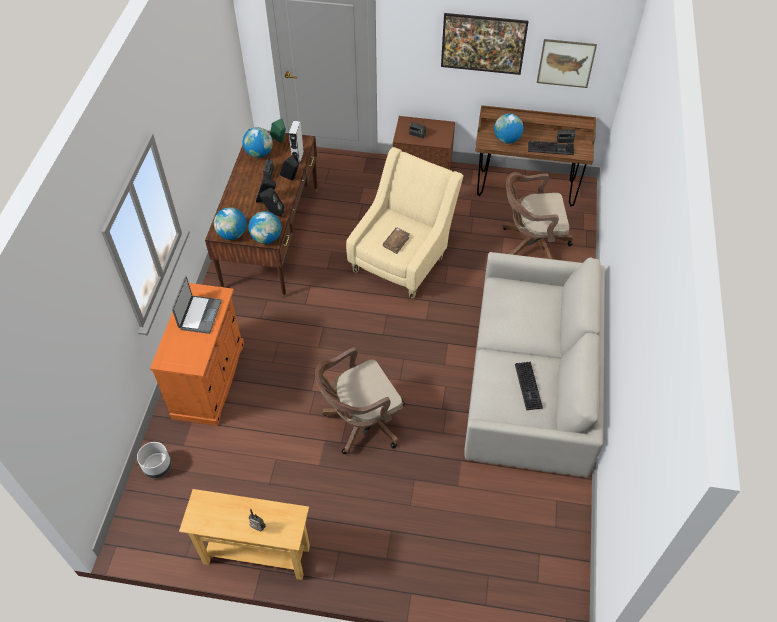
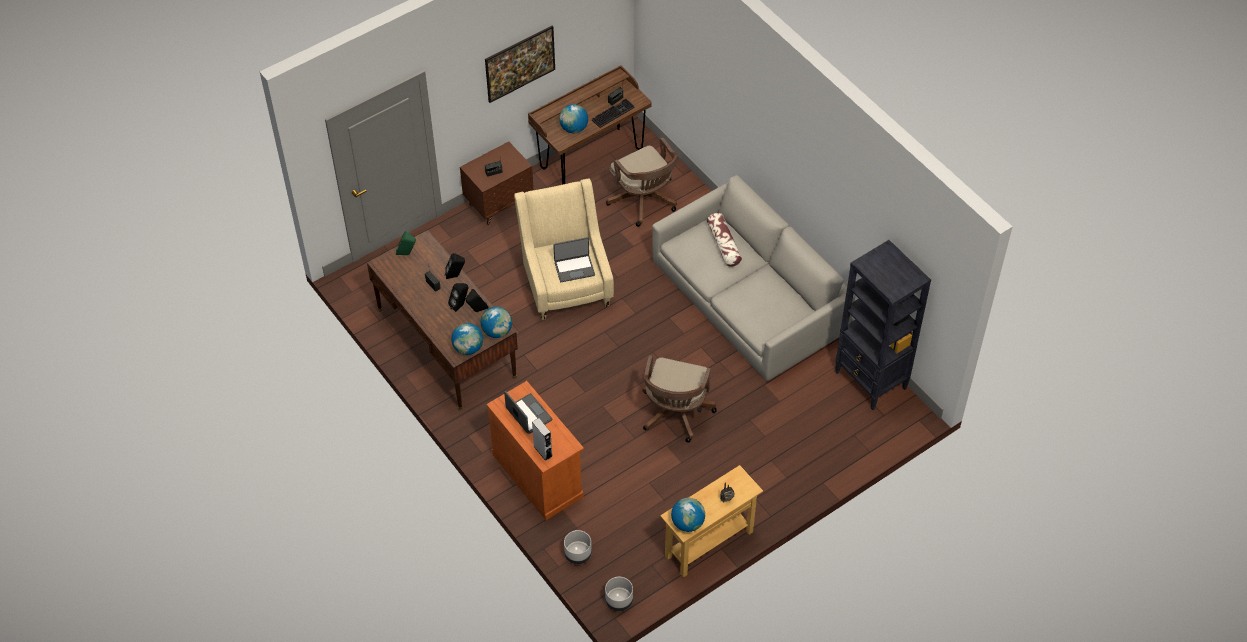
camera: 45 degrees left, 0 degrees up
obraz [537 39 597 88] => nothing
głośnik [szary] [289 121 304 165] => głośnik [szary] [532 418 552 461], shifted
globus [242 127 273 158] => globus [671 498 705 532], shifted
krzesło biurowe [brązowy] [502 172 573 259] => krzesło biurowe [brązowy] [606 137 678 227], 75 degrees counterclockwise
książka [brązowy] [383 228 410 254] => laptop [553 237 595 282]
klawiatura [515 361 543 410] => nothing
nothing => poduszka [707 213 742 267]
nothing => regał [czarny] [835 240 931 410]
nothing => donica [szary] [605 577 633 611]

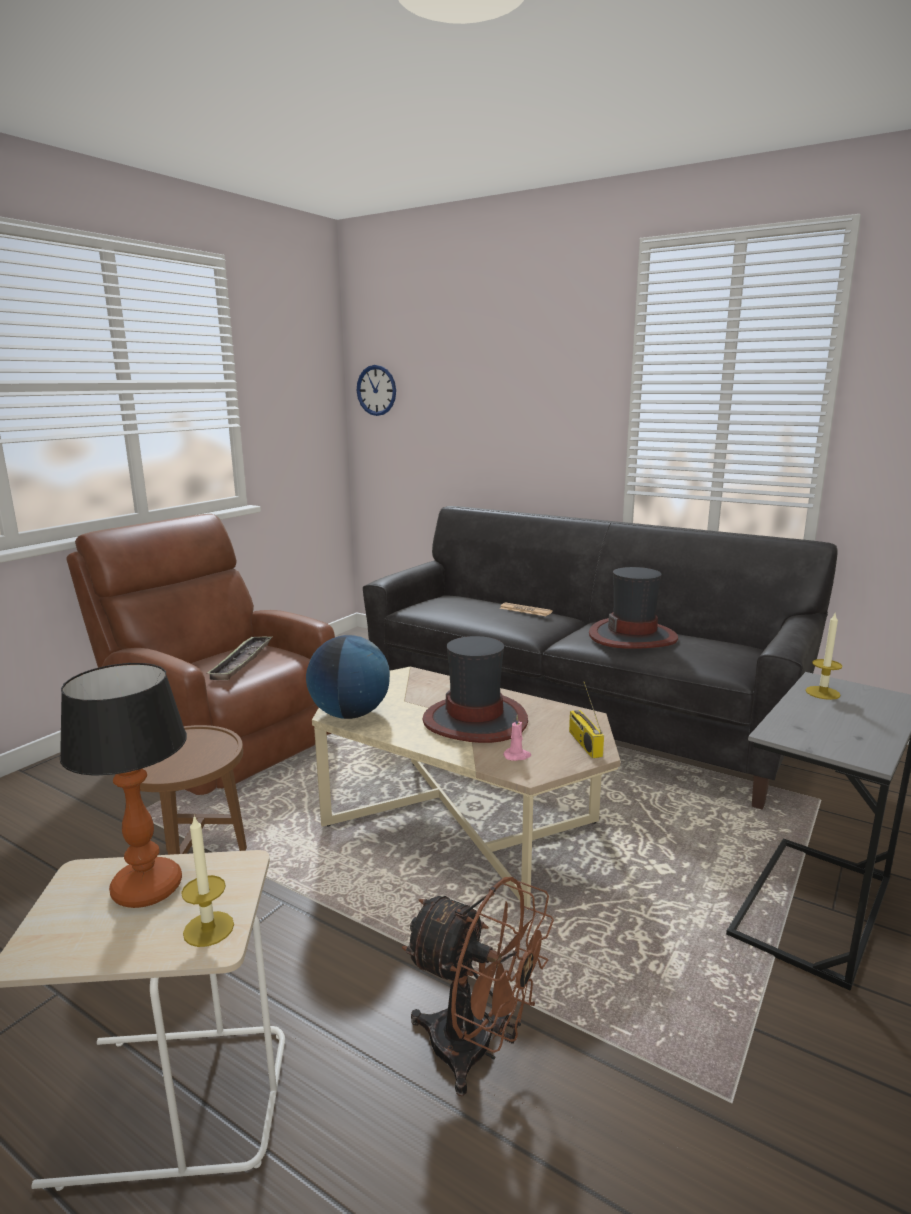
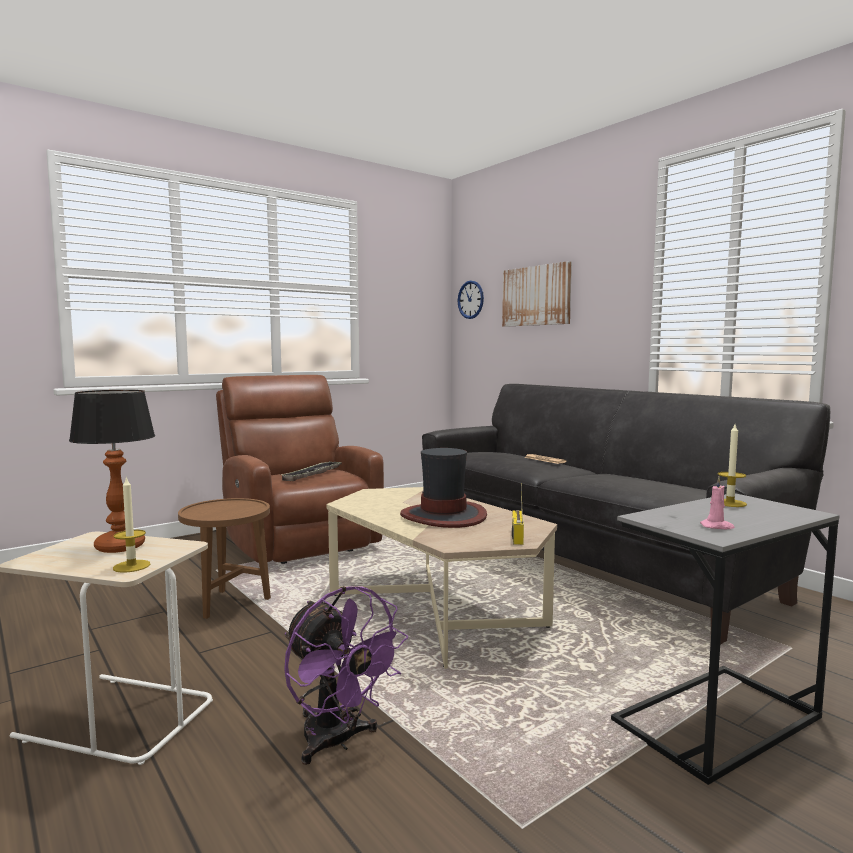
camera: 20 degrees right, 10 degrees down
kapelusz [589 567 678 649] => nothing
globus [306 635 390 719] => nothing
świeca [różowy] [503 715 531 761] => świeca [różowy] [700 476 735 529], shifted
wentylator [brązowy] [402 877 554 1096] => wentylator [fioletowy] [284 586 408 765]
nothing => obraz [502 261 572 327]

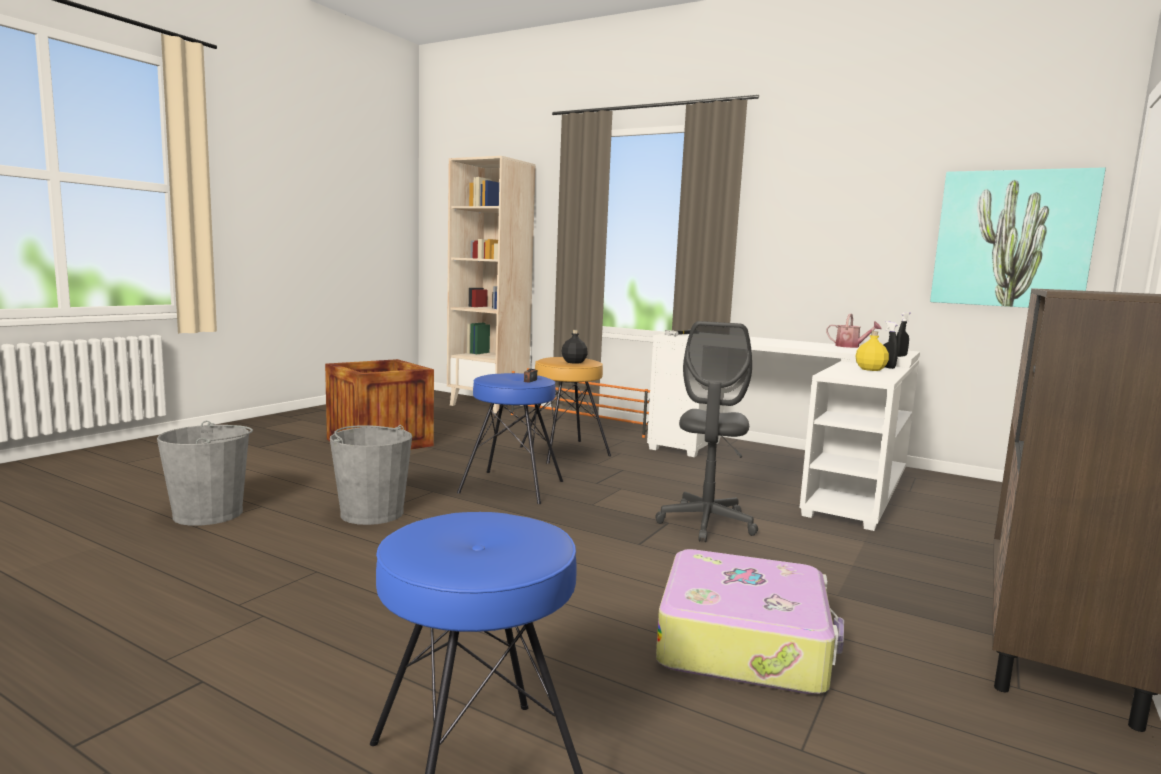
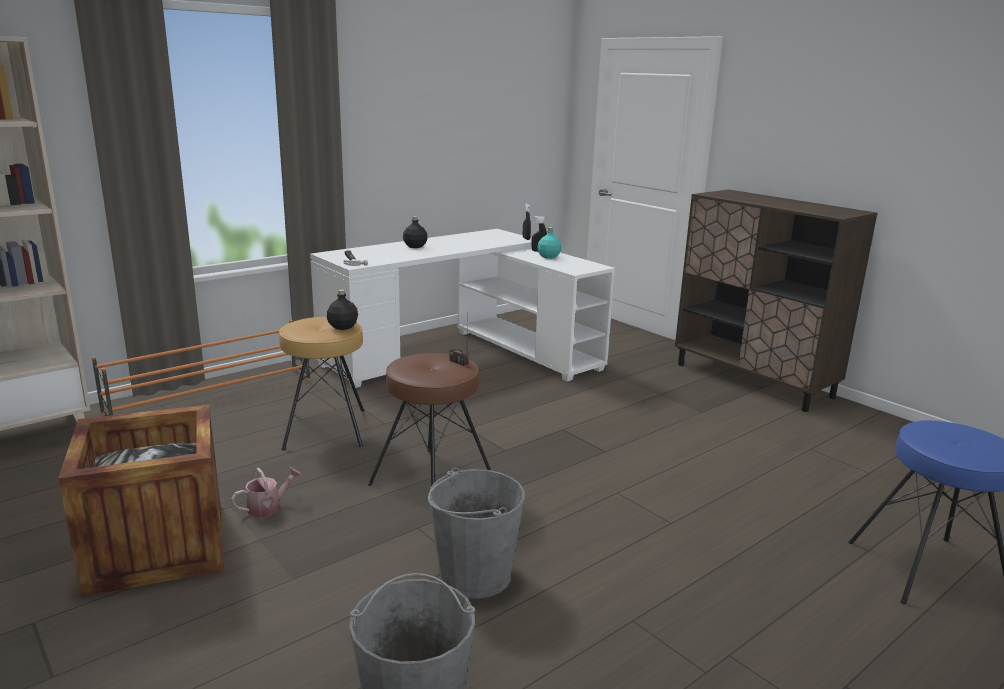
camera: 70 degrees left, 10 degrees up
obraz [930 168 1106 308] => nothing
konewka [826 314 881 348] => konewka [231 467 301 518], shifted
krzesło biurowe [szary] [655 321 758 542] => nothing
butelka [żółty] [855 331 889 371] => butelka [turkusowy] [537 227 561 259]
stołek [niebieski] [457 373 563 504] => stołek [brązowy] [368 353 491 486]
walizka [656 549 844 694] => nothing
nothing => butelka [czarny] [403 216 428 248]

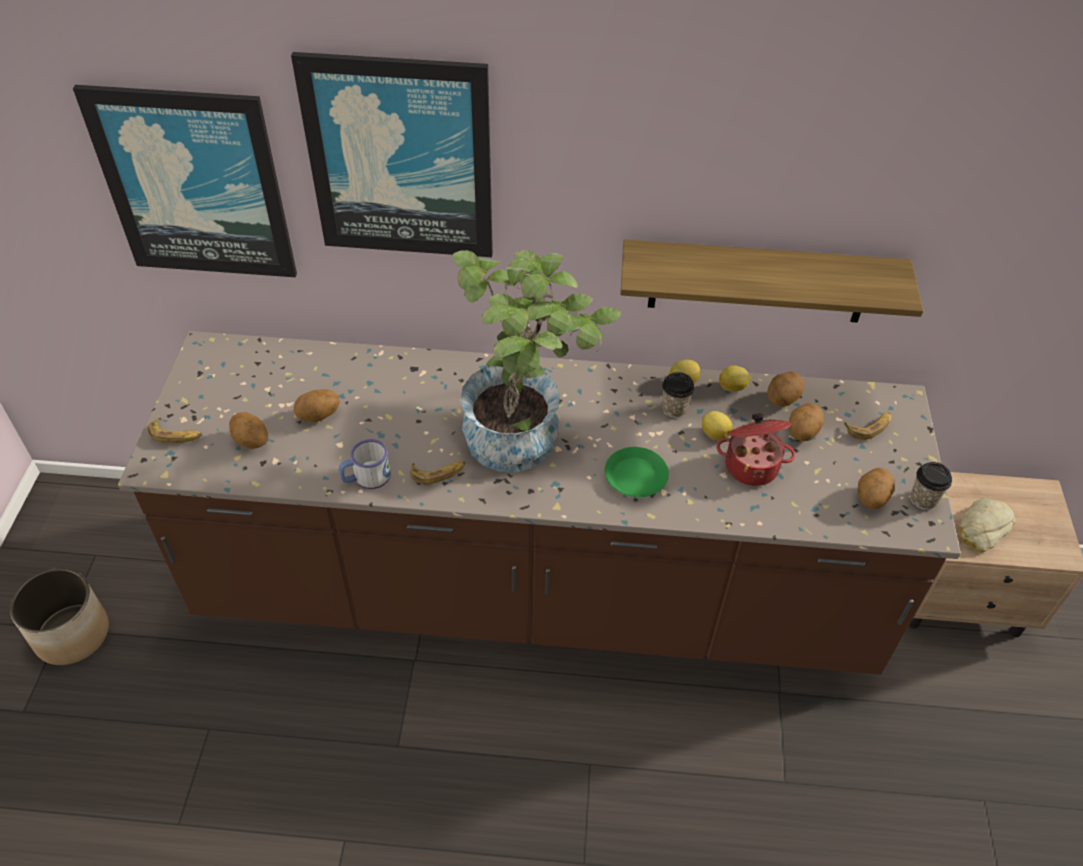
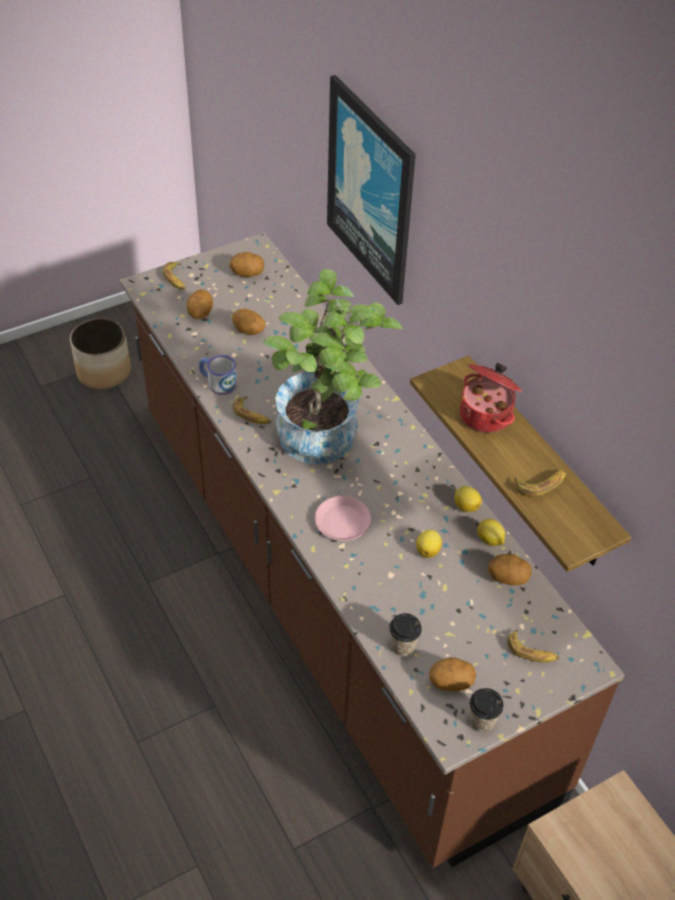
camera: 55 degrees right, 0 degrees up
obraz [73 85 297 277] => nothing
filiżanka [662 372 695 418] => filiżanka [389 613 422 657], shifted
ziemniak [789 403 824 441] => ziemniak [230 252 265 277], shifted
garnek [716 413 796 486] => garnek [460 363 522 433], shifted
talerz [zielony] [605 447 669 497] => talerz [różowy] [315 496 371 541]
chleb [959 498 1015 552] => nothing
nothing => banan [515 470 566 497]

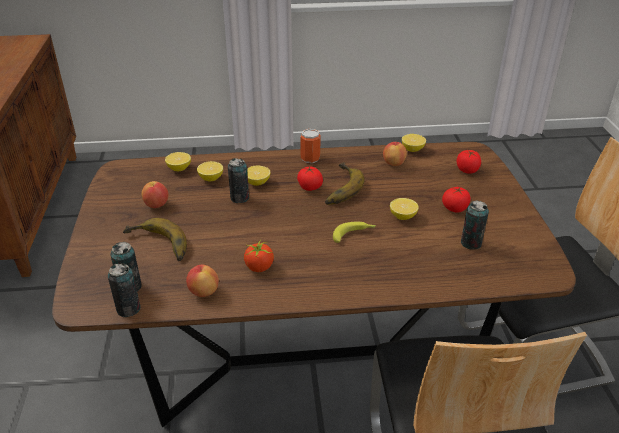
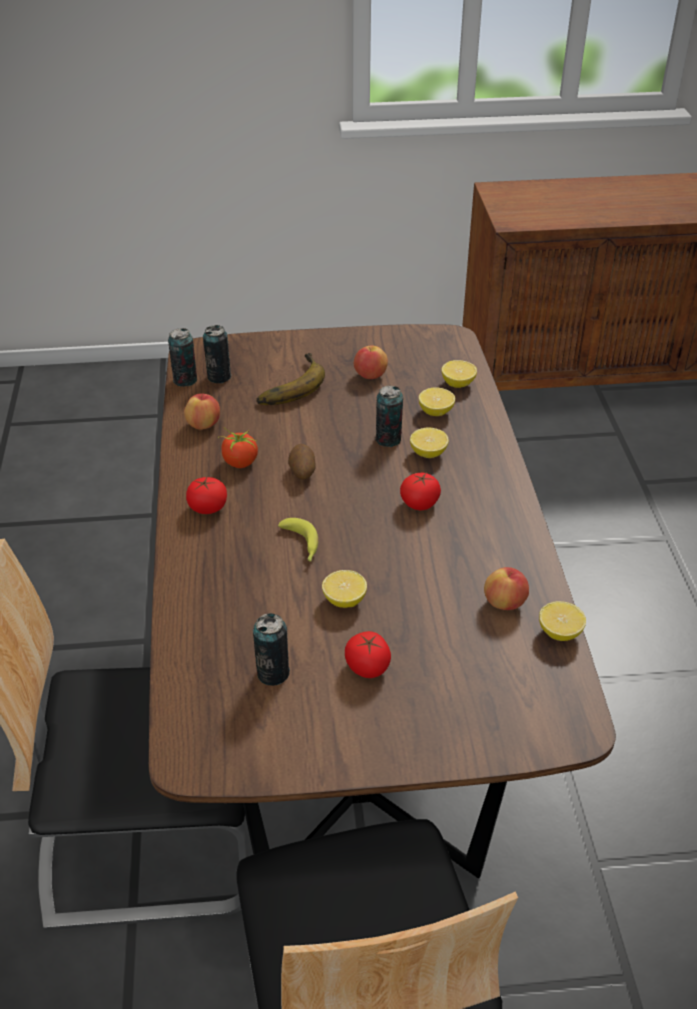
camera: 90 degrees right, 5 degrees up
puszka [300 129 320 163] => nothing
pomidor [457 150 481 174] => pomidor [186 477 227 514], shifted
banan [325 163 364 205] => nothing
nothing => ziemniak [288 444 316 480]

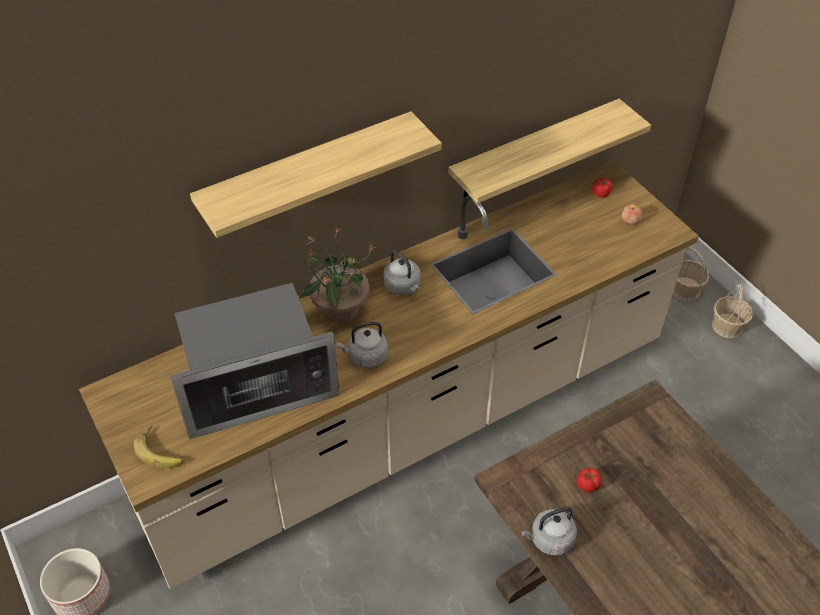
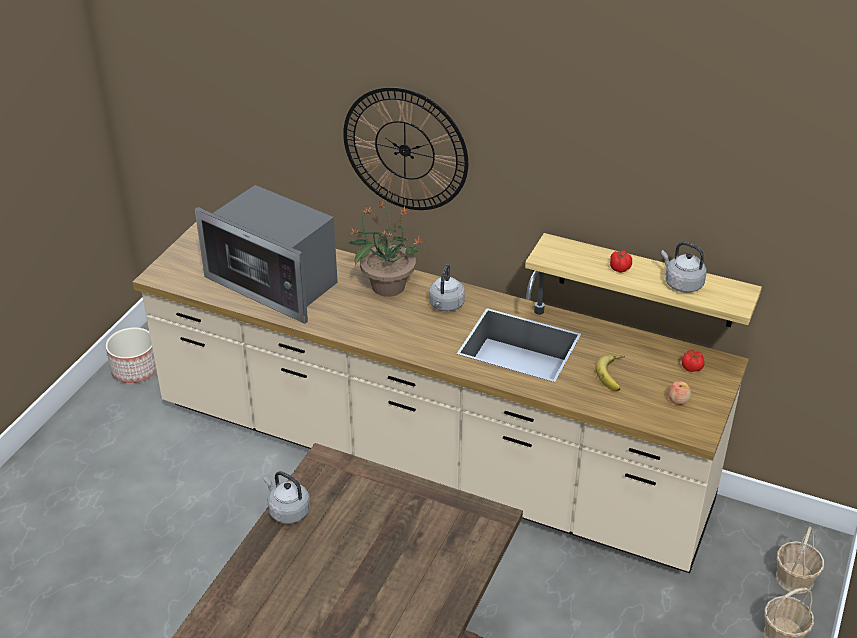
camera: 55 degrees right, 10 degrees down
półka [190 111 442 238] => zegar ścienny [343 87 468 210]
czajnik [szary] [336 322 388 368] => czajnik [szary] [661 242 707 293], shifted
banan [134 426 184 468] => banan [596 354 625 391], shifted
pomidor [577 468 602 493] => pomidor [610 251 632 272], shifted

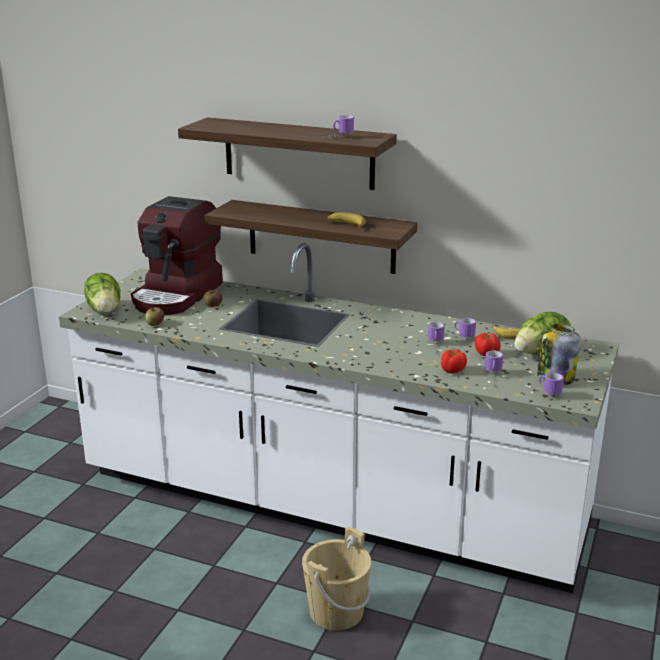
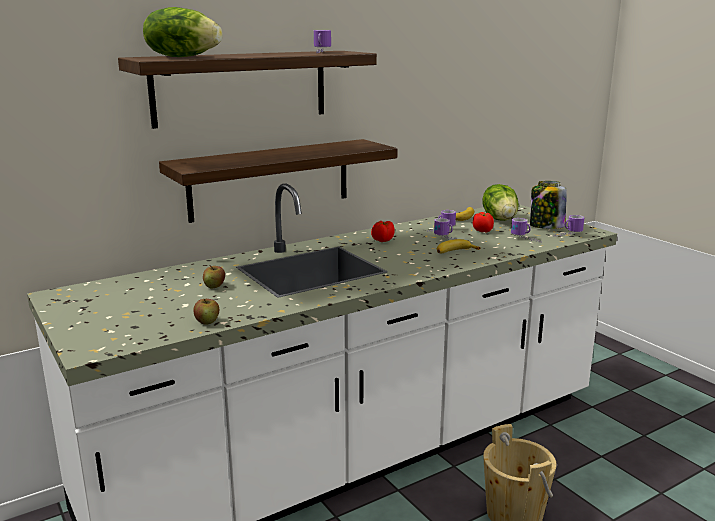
camera: 55 degrees left, 5 degrees down
ekspres do kawy [131 196 223 315] => nothing
banan [327 212 366 228] => banan [437 239 481 253], shifted
sałata [84 273 120 314] => sałata [143 7 222 57], shifted
pomidor [441 349 467 373] => pomidor [371 221 395 242], shifted

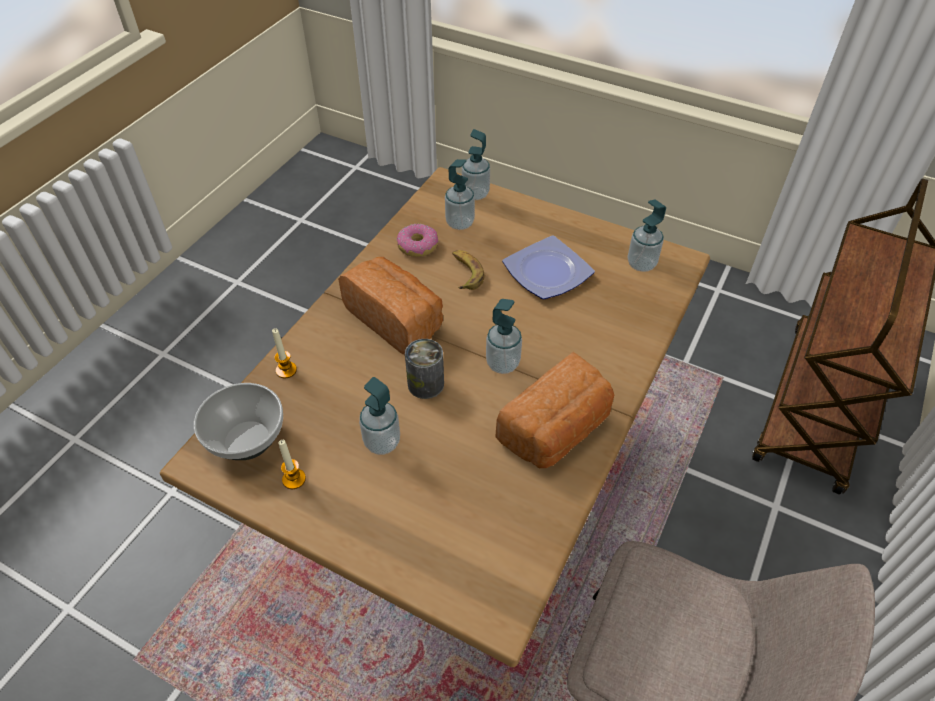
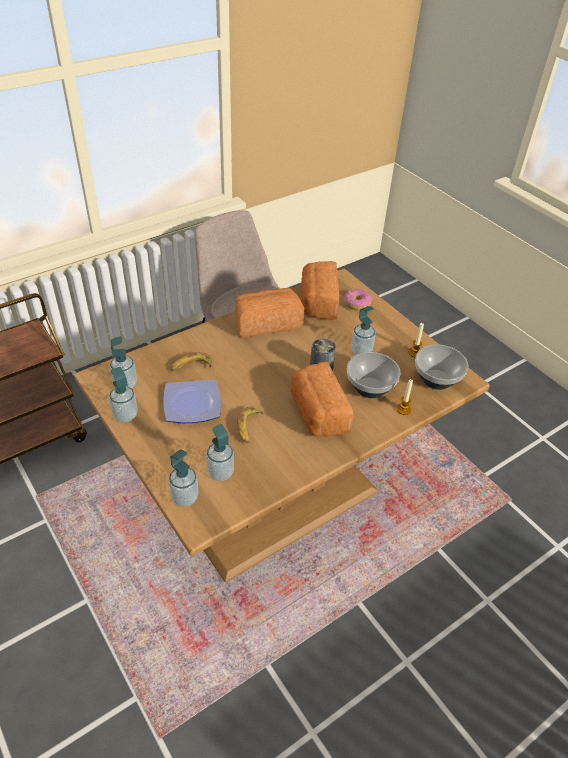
camera: 155 degrees left, 5 degrees down
donut [397 224 438 257] => donut [344 289 372 310], shifted
dozownik mydła [486 299 522 374] => dozownik mydła [109 367 138 422], shifted
nothing => chleb [301 261 339 320]
nothing => banan [171 352 212 371]
nothing => miska [347 352 400 398]

